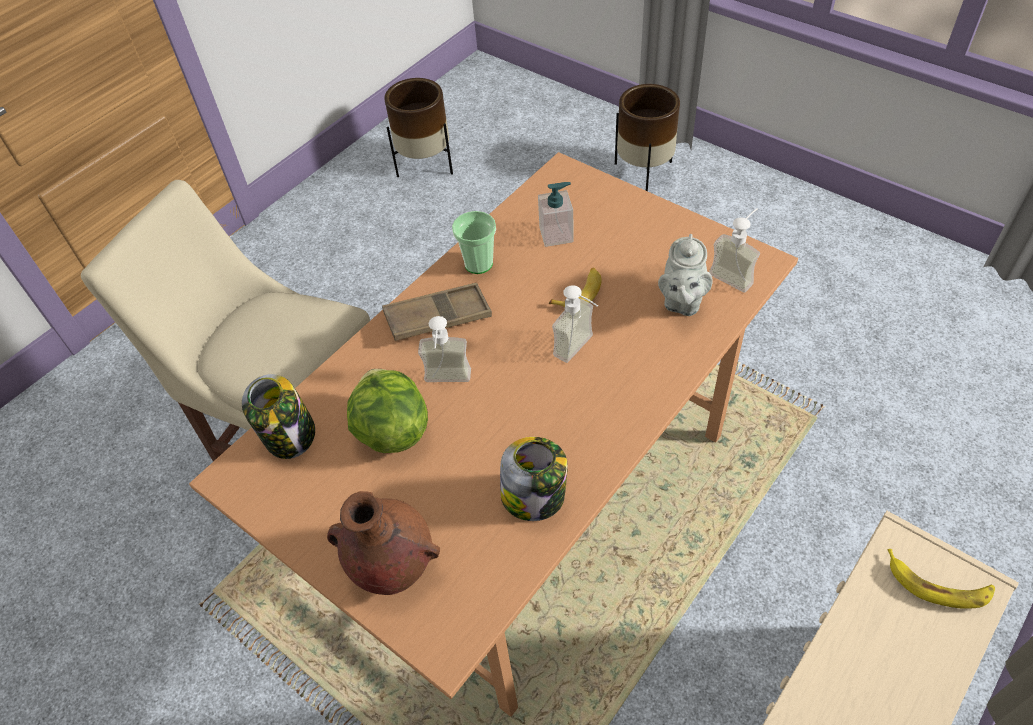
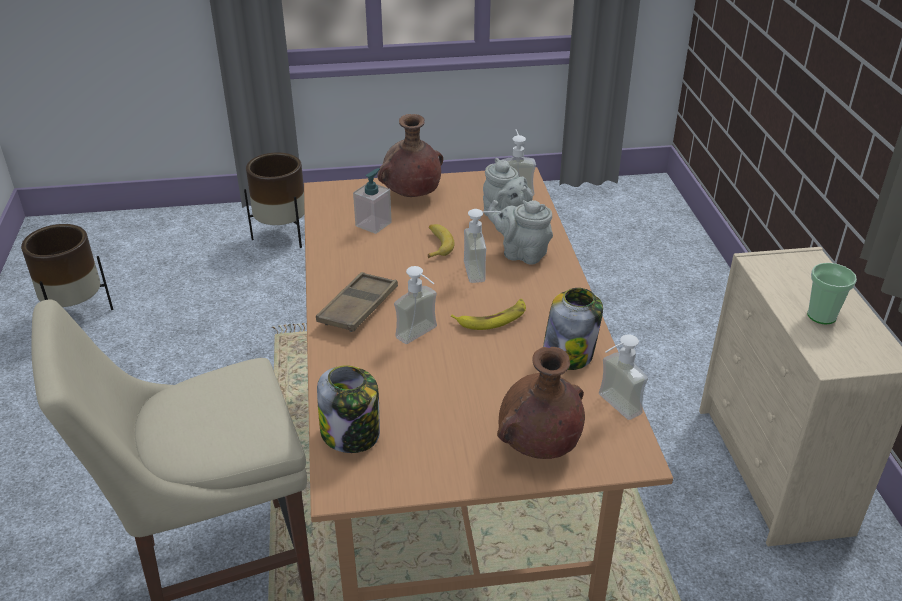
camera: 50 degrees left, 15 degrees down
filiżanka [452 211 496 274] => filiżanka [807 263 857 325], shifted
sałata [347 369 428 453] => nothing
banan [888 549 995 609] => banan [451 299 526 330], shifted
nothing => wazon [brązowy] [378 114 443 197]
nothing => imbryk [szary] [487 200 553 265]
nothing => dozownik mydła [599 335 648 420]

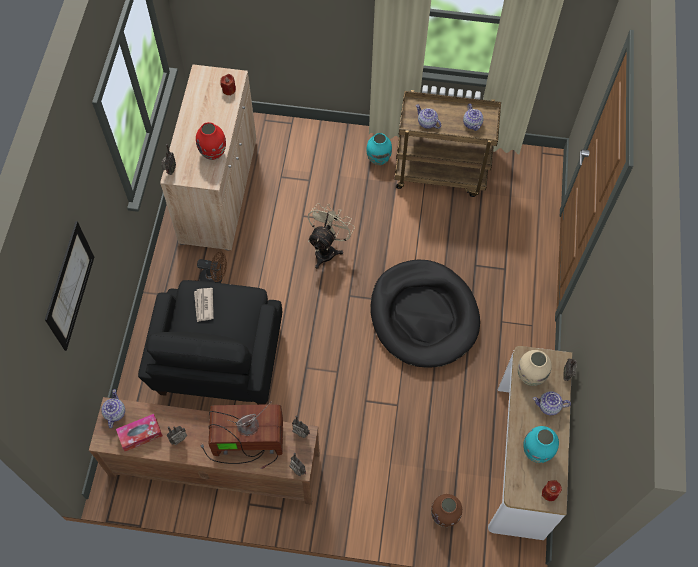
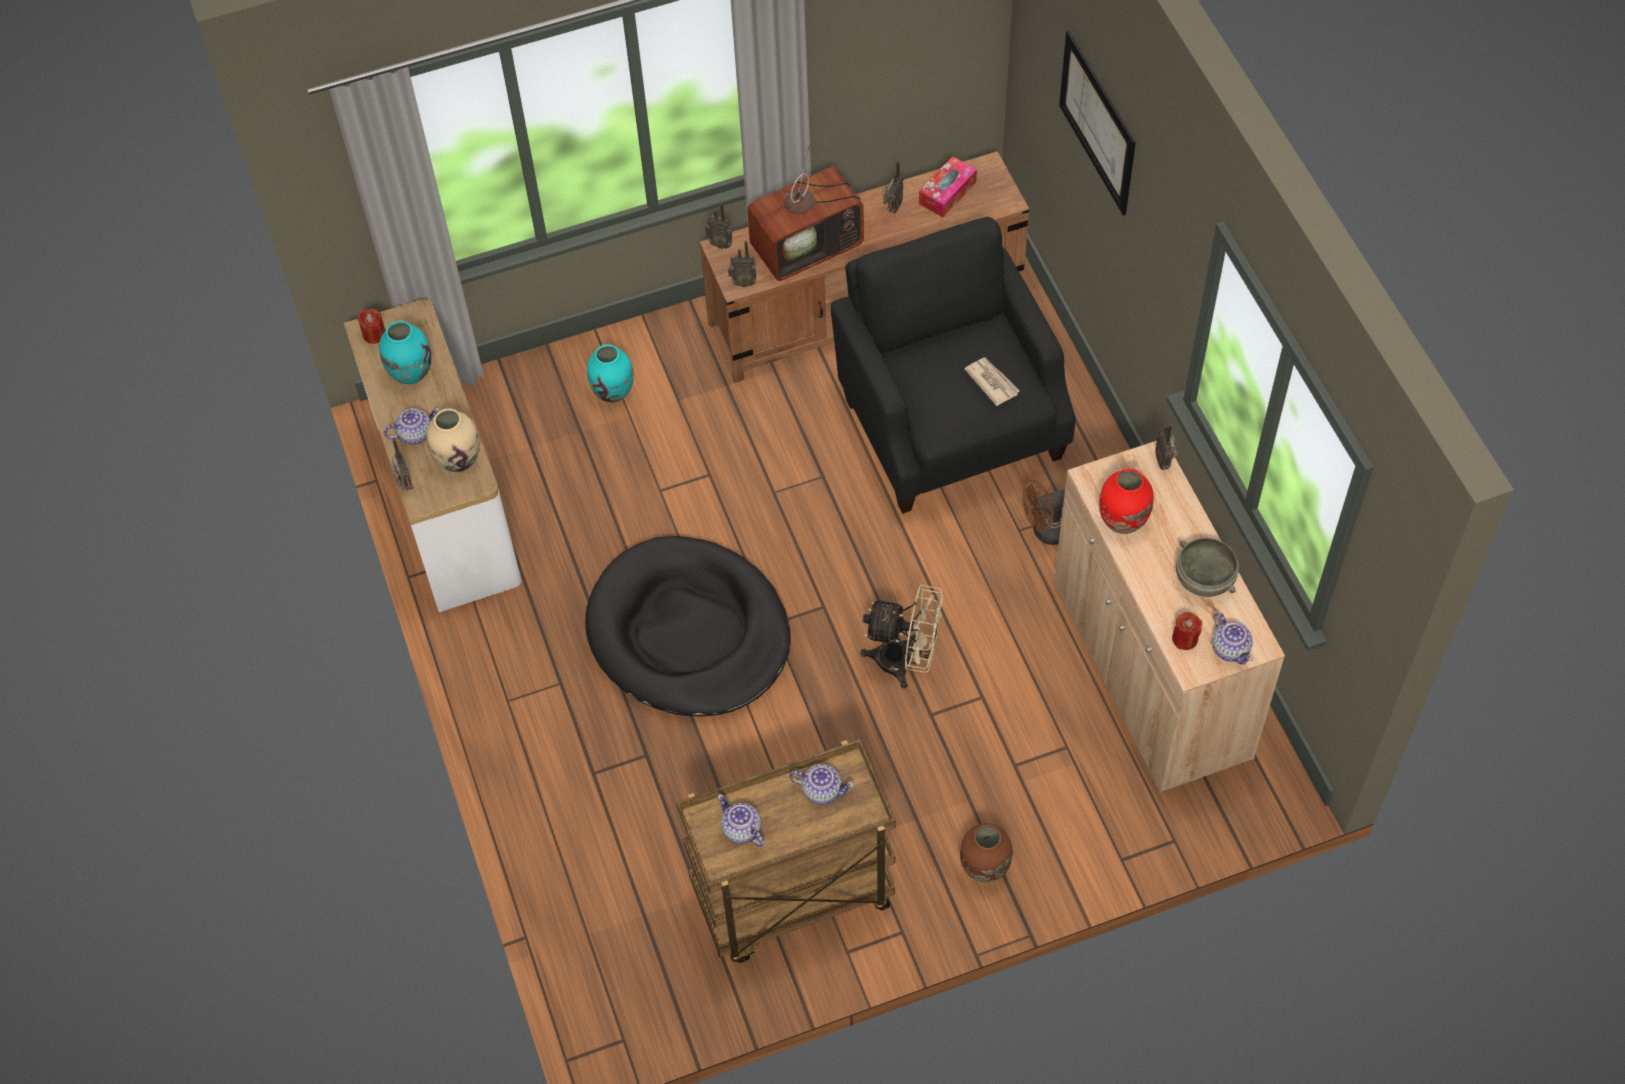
camera: 155 degrees right, 5 degrees down
wazon [turkusowy] [366 133 392 165] => wazon [turkusowy] [587 344 634 403], shifted
wentylator [beżowy] [308 203 355 269] => wentylator [beżowy] [861 584 943 689], 75 degrees counterclockwise
imbryk [101 389 125 428] => imbryk [1212 612 1253 664], shifted
wazon [brązowy] [431 494 462 527] => wazon [brązowy] [960 823 1013 883], shifted
nothing => miska [szary] [1176 538 1239 597]

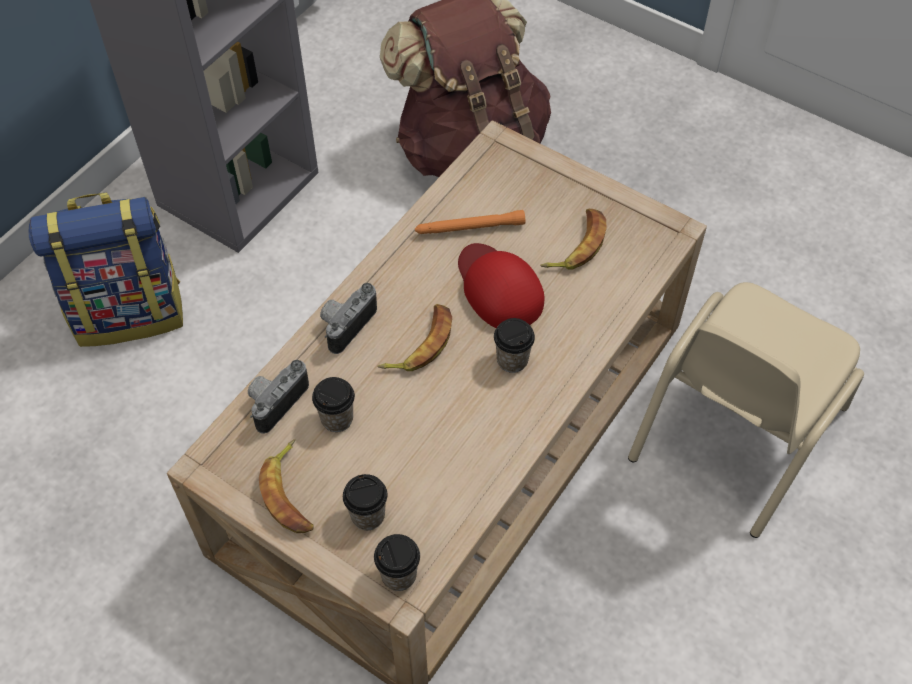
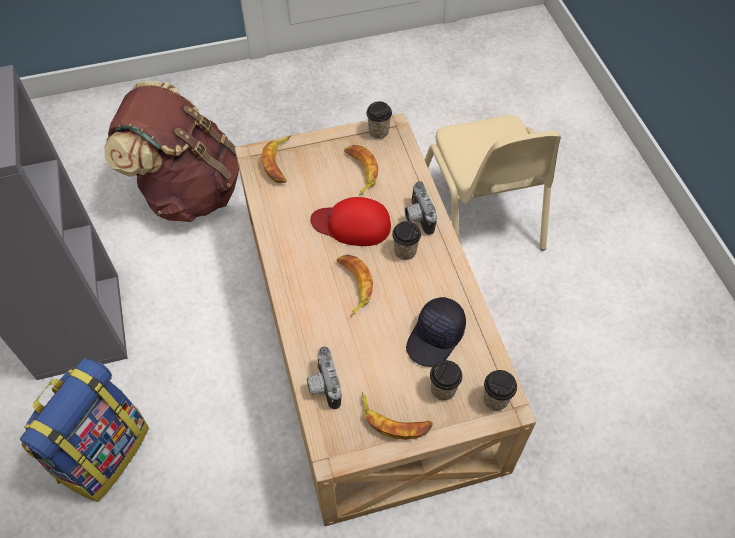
camera: 50 degrees left, 0 degrees up
latarka [pomarańczowy] [415 210 525 234] => nothing
aparat fotograficzny [320 283 377 354] => aparat fotograficzny [405 181 437 235], shifted
filiżanka [312 377 355 432] => filiżanka [366 101 392 139], shifted
nothing => banan [262 135 291 183]
nothing => czapka z daszkiem [czarny] [406 297 466 367]

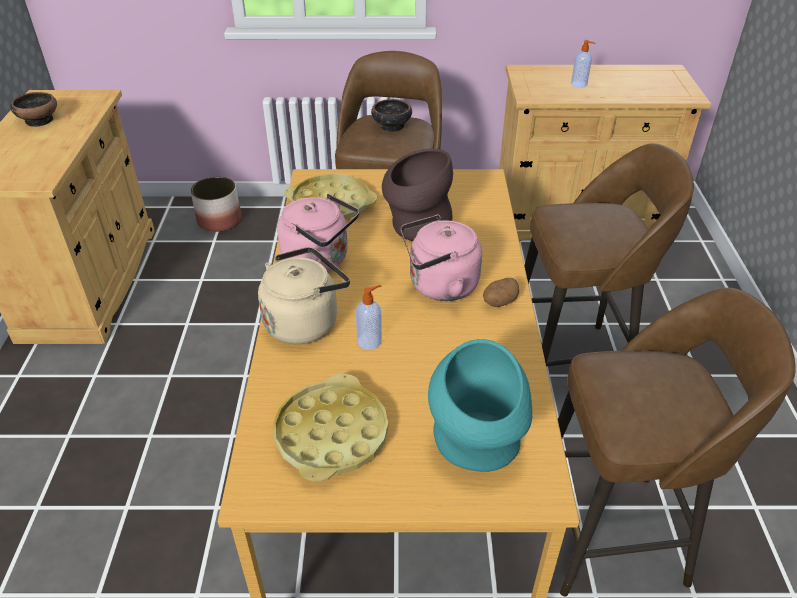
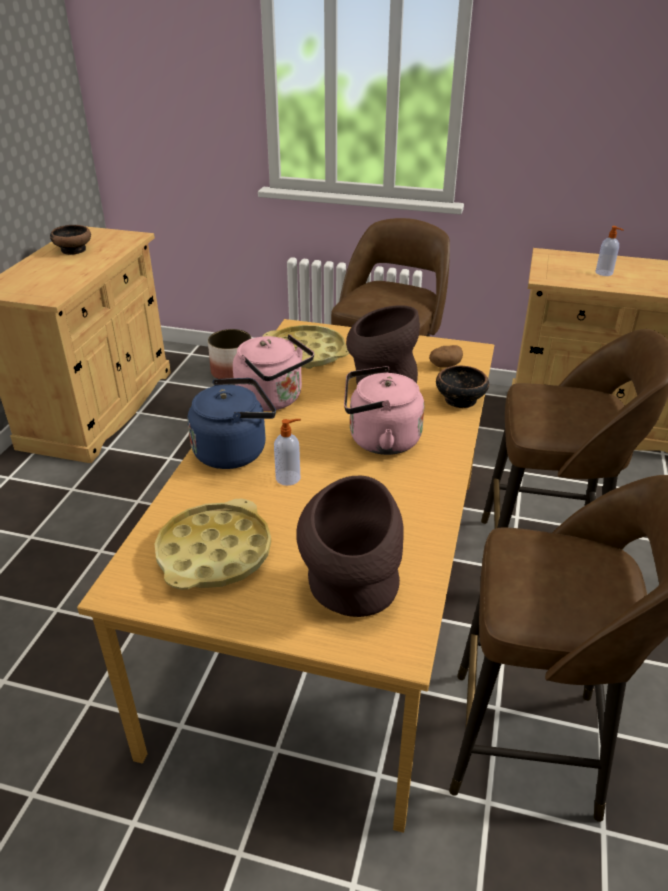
camera: 15 degrees right, 5 degrees down
miska [371 99 412 132] => miska [436 366 489 408], shifted
czajnik [beżowy] [258 247 350 344] => czajnik [niebieski] [187 378 276 469]
ziemniak [483 278 519 307] => ziemniak [429 345 463 368], shifted
wazon [turkusowy] [428 339 532 472] => wazon [brązowy] [296 476 404 617]

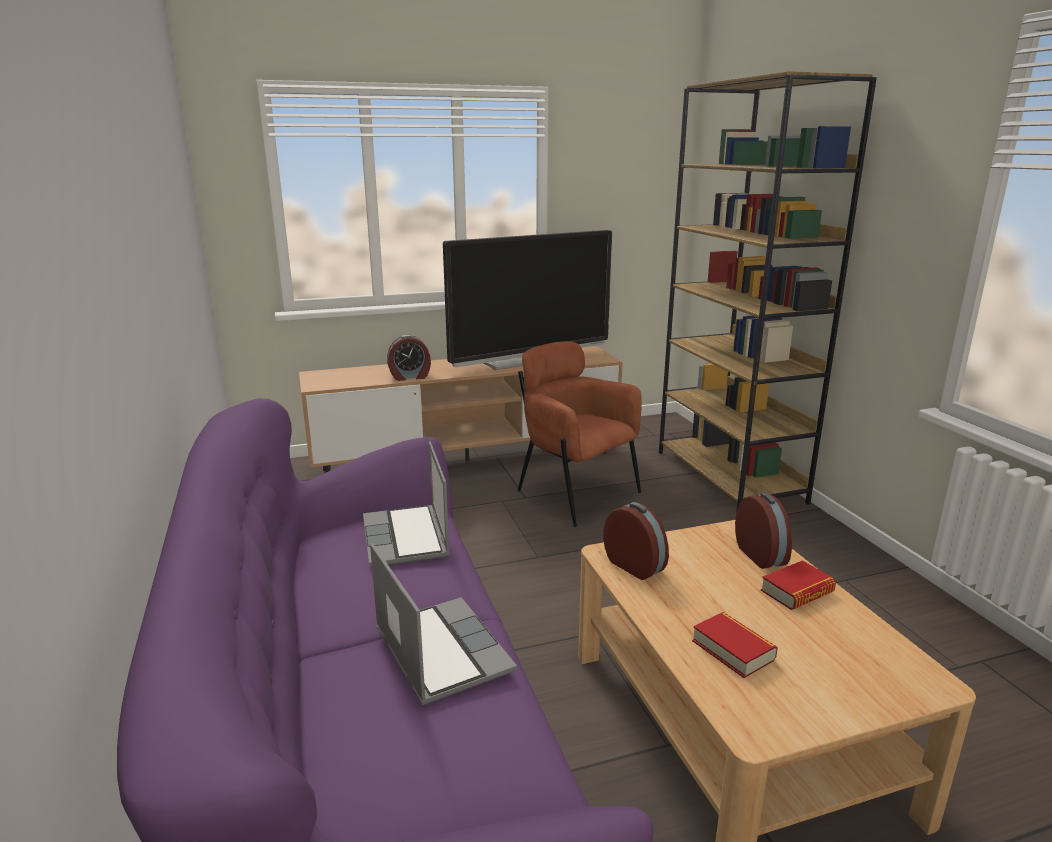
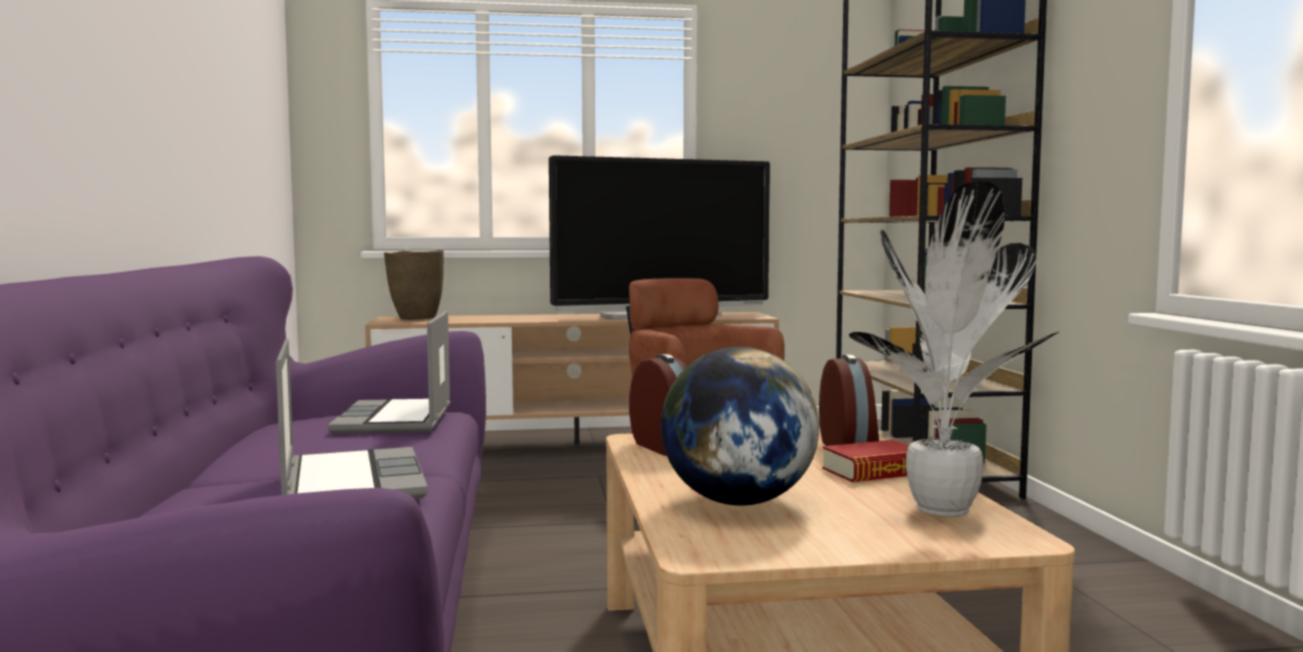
camera: 10 degrees right, 15 degrees down
budzik [387 335 431 381] => nothing
książka [692 612 778 678] => globus [661 347 819 506]
nothing => roślina doniczkowa [849 181 1061 517]
nothing => wazon [brązowy] [384 250 444 320]

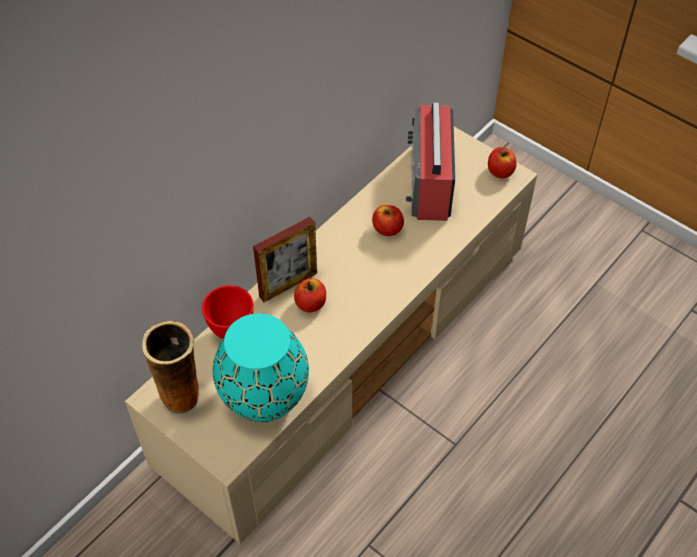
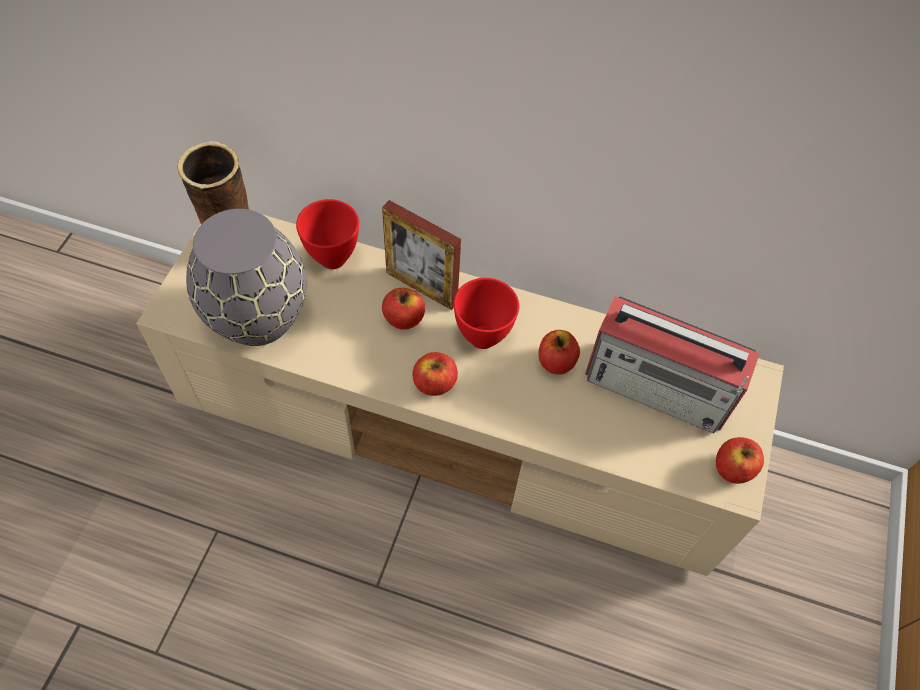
camera: 65 degrees right, 5 degrees up
radio [406 102 455 221] => radio [585 296 760 434], 135 degrees counterclockwise
wazon [turkusowy] [213 313 309 422] => wazon [szary] [186 209 307 346]
nothing => miska [czerwony] [453 278 519 349]
nothing => jabłko [412 352 458 396]

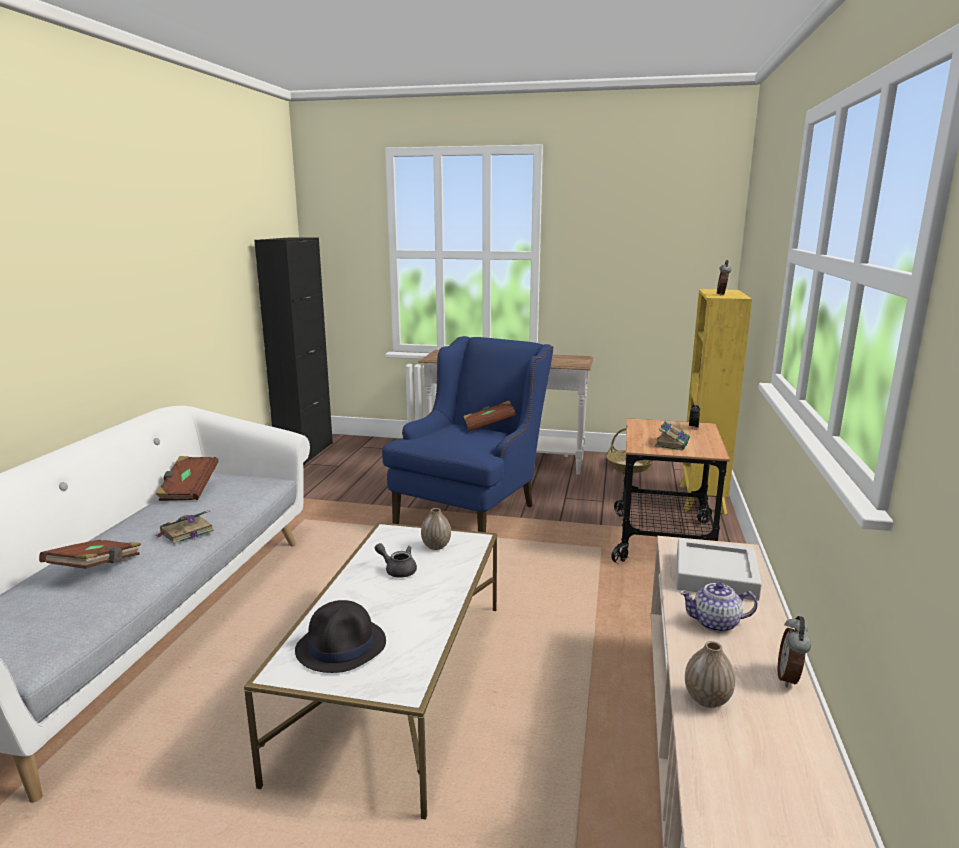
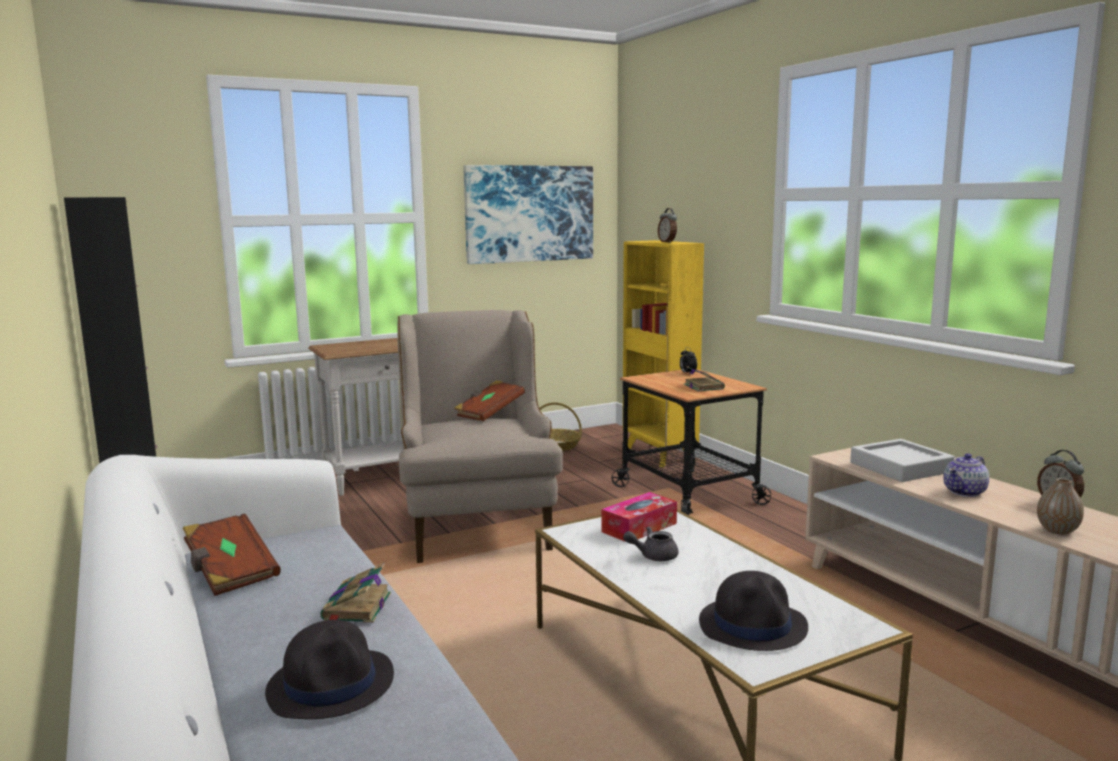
camera: 40 degrees left, 5 degrees down
fotel [niebieski] [382 336 553 532] => fotel [beżowy] [398 310 563 563]
wazon [421 508 451 550] => pudełko chusteczek [602 492 677 542]
książka [brązowy] [39 540 141 569] => kapelusz [czarny] [265 620 394 719]
nothing => obraz [463 165 593 264]

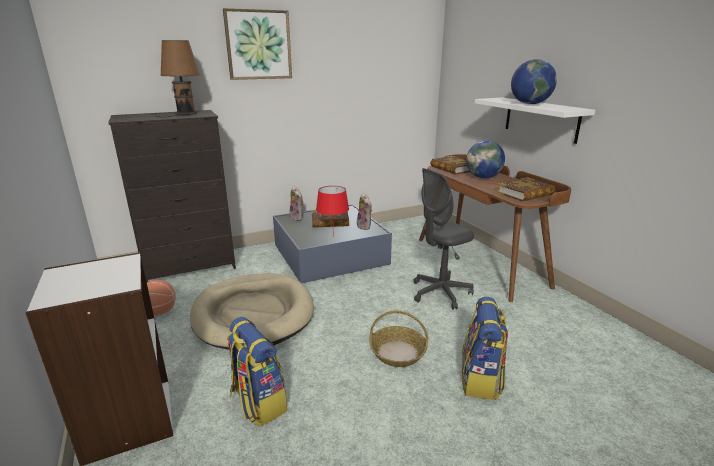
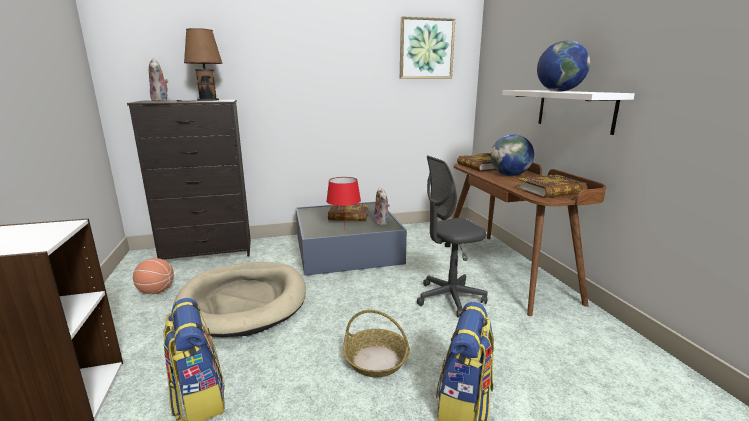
camera: 10 degrees right, 5 degrees down
obraz [223 8 292 80] => obraz [400 16 455 79], shifted
pluszak [289 186 304 221] => pluszak [149 58 168 102], shifted

